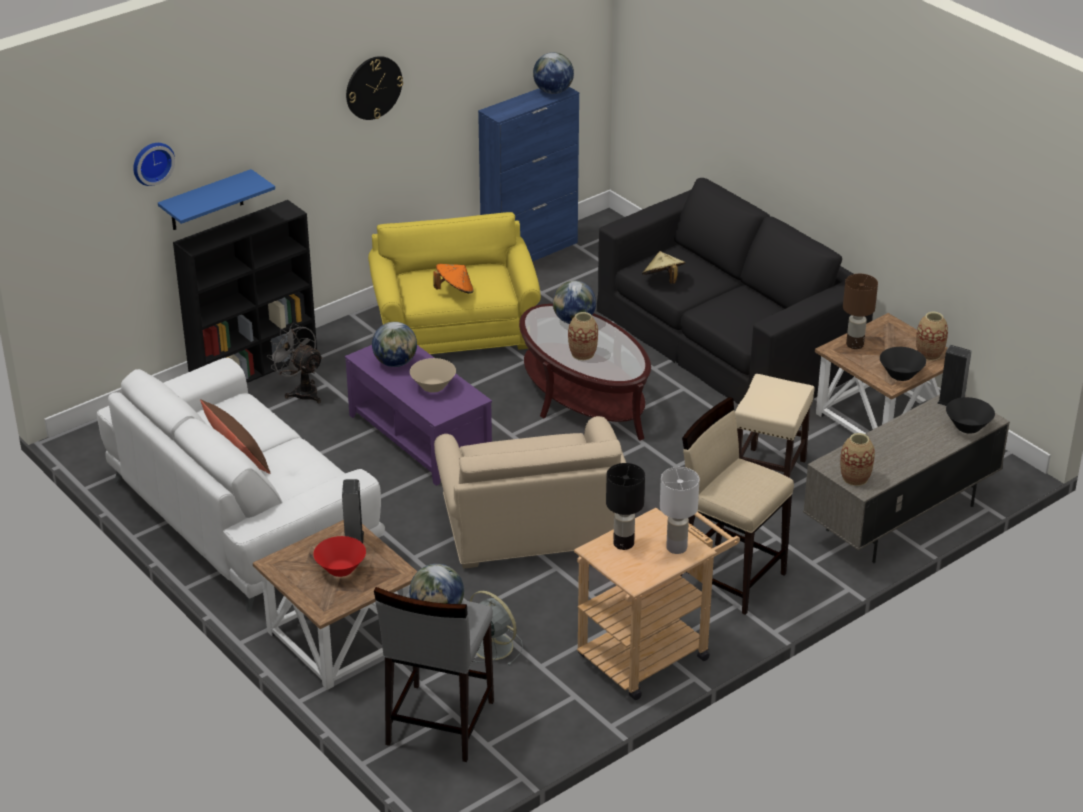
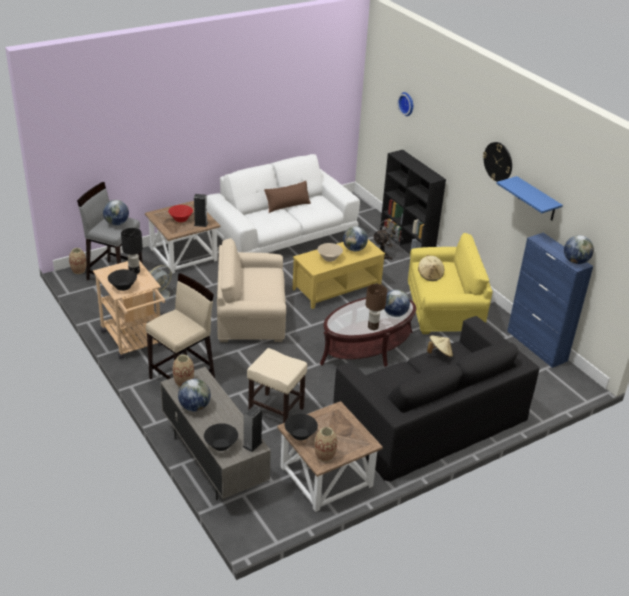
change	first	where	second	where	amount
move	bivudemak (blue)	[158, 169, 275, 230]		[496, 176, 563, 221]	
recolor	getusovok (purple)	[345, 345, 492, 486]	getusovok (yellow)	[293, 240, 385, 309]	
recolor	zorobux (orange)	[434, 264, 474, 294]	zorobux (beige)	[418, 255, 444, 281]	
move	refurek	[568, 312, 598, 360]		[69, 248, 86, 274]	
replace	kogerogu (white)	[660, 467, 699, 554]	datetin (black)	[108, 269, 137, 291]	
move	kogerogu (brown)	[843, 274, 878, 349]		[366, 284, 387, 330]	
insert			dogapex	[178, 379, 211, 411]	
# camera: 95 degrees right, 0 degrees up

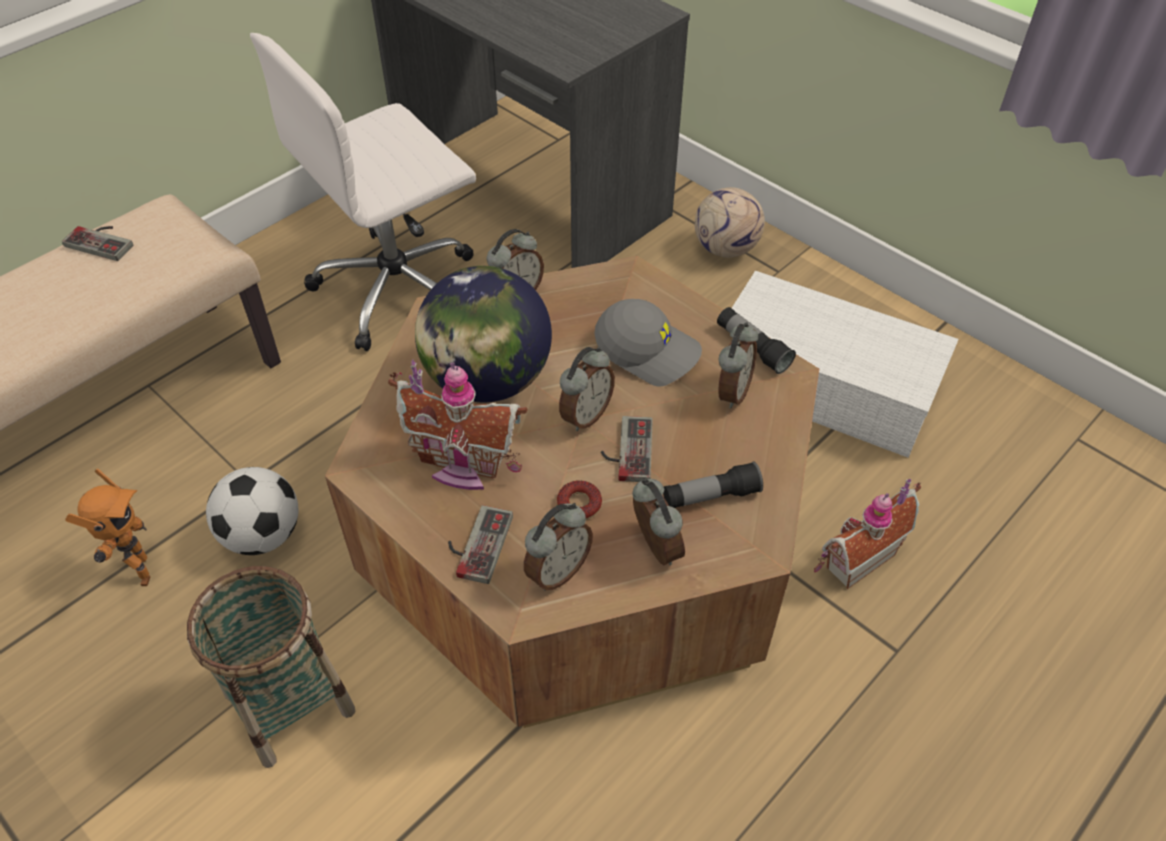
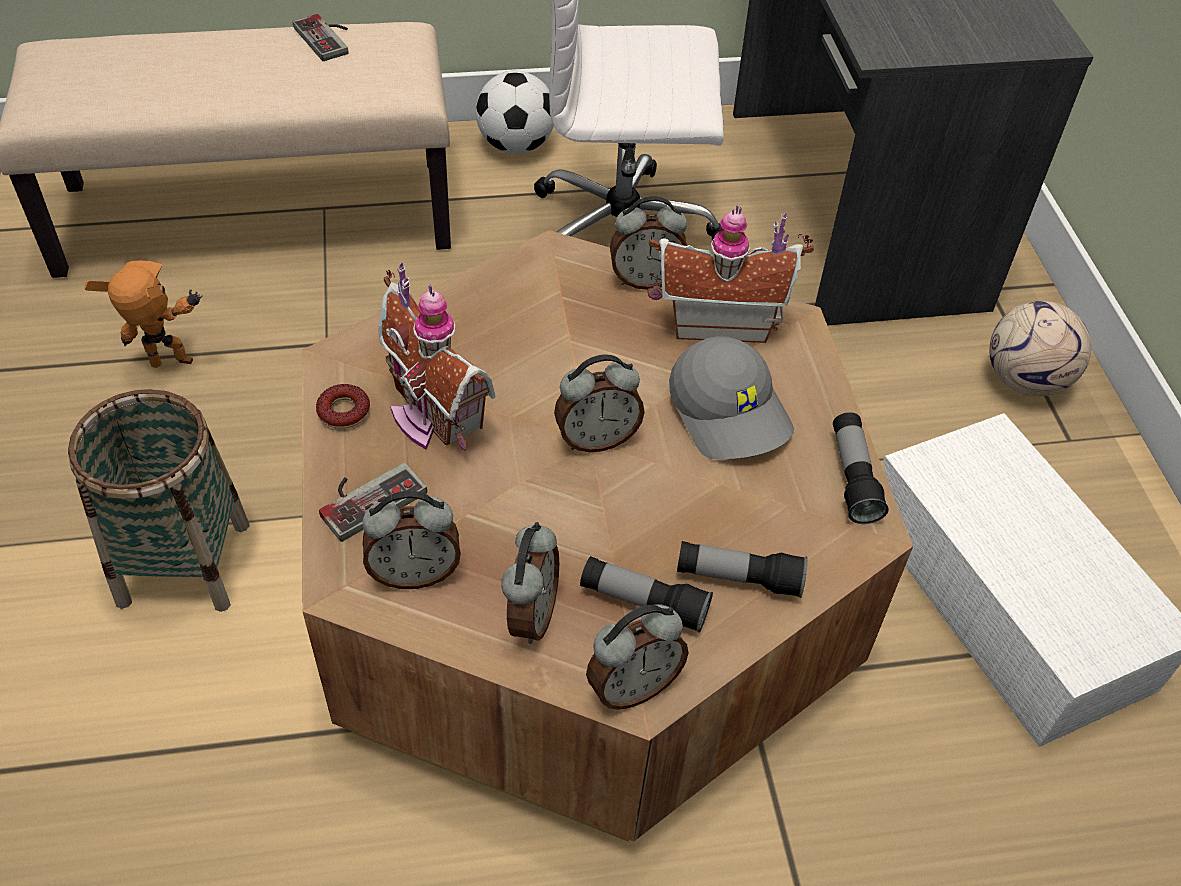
change	first	where	second	where	amount
rotate	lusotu	[65, 468, 150, 586]		[84, 261, 203, 368]	120 degrees counterclockwise
move	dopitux	[206, 467, 298, 555]		[476, 71, 554, 154]	
delete	dogapex	[415, 266, 552, 402]			
move	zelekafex	[557, 480, 602, 520]		[316, 384, 370, 429]	
delete	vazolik	[601, 416, 653, 482]			
move	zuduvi	[718, 322, 758, 408]		[586, 604, 689, 710]	
move	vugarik	[814, 479, 921, 589]		[647, 205, 814, 343]	
insert			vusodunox	[677, 541, 808, 598]	
# camera: 35 degrees right, 0 degrees up

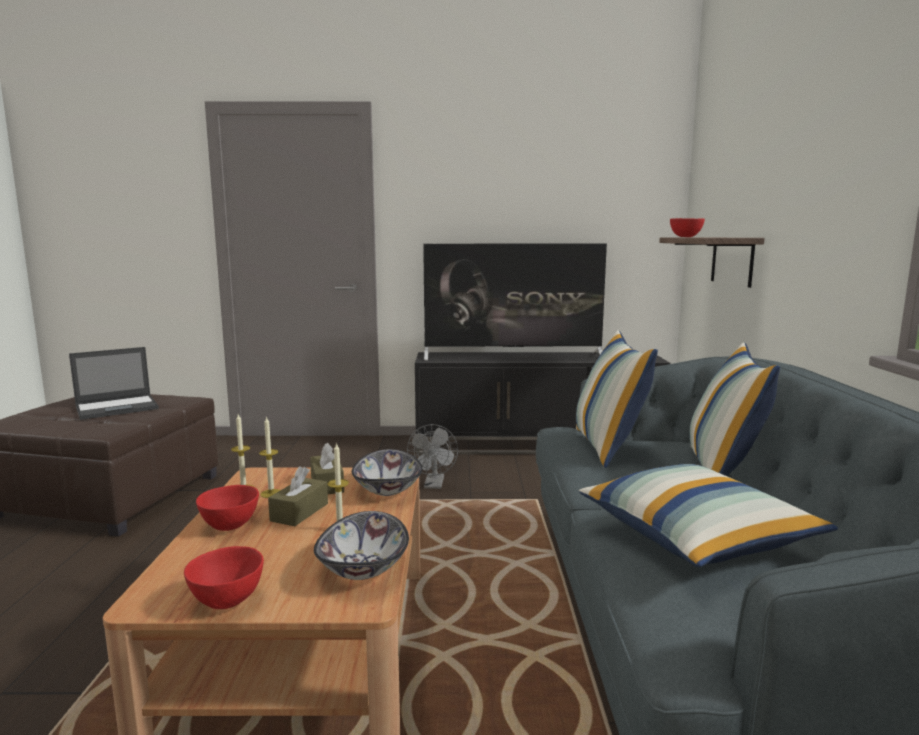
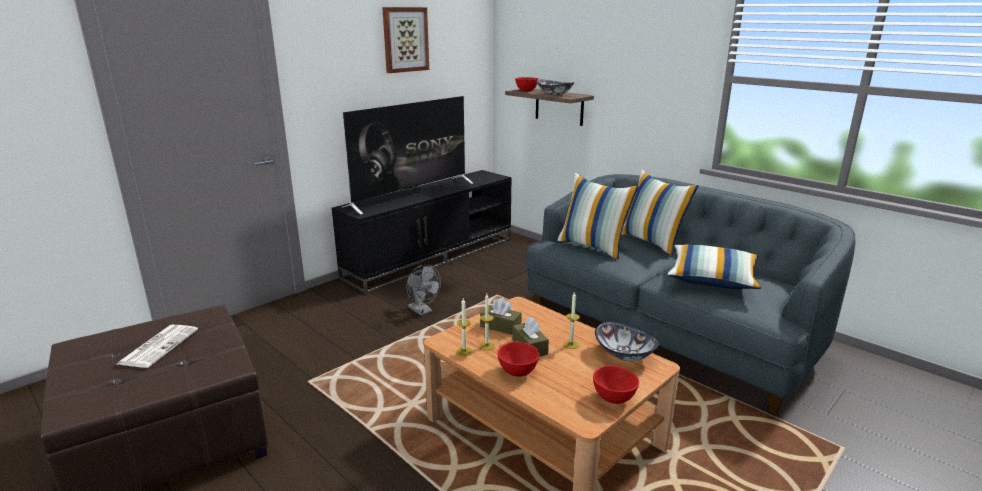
change	first	where	second	where	amount
replace	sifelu	[69, 347, 159, 420]	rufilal	[117, 325, 198, 368]	
move	datetin	[352, 449, 422, 496]		[536, 80, 575, 95]	
insert			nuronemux	[382, 7, 429, 73]	
# camera: 45 degrees left, 10 degrees up

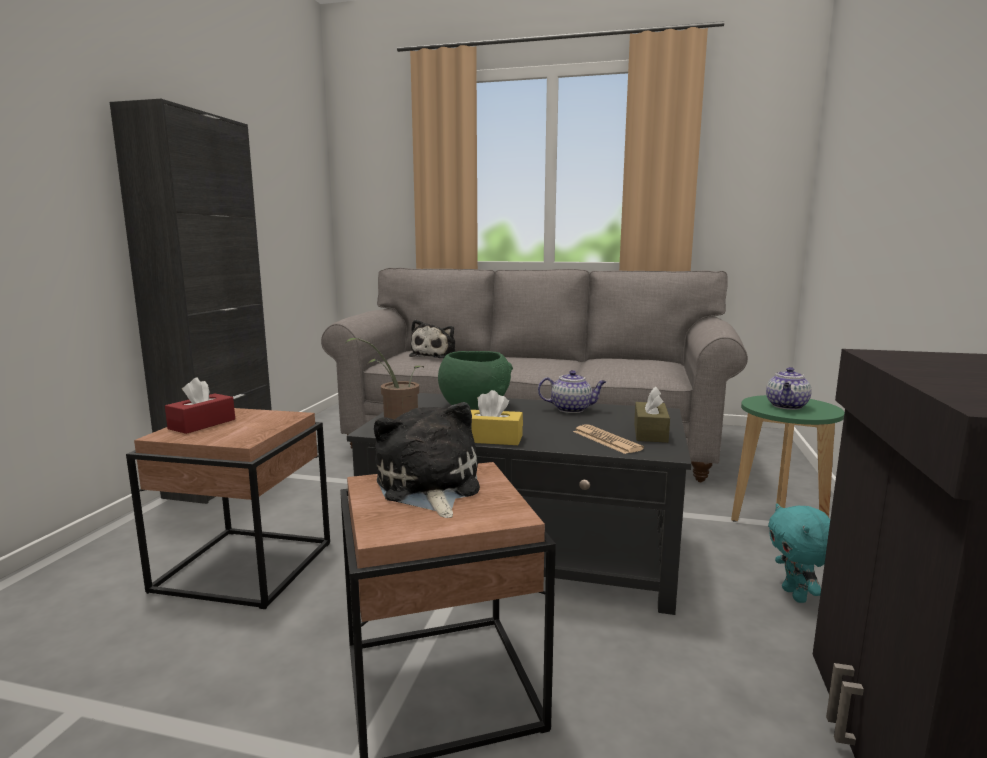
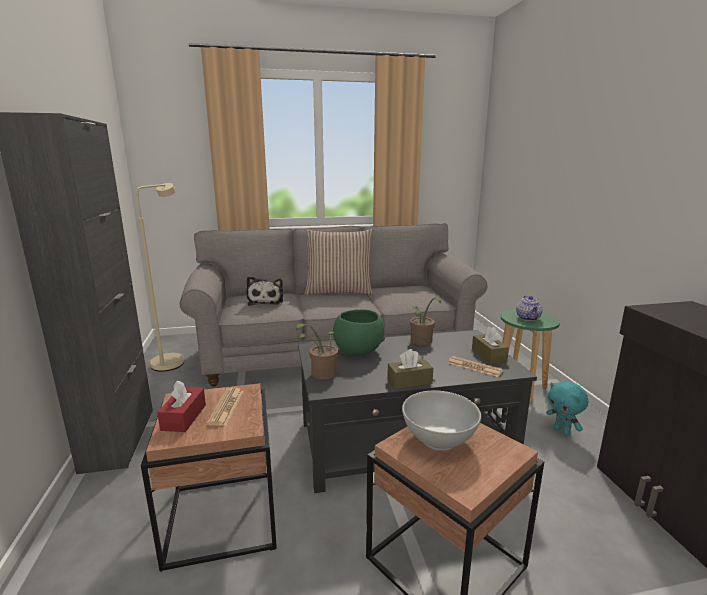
change	first	where	second	where	amount
replace	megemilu	[374, 402, 480, 518]	datetin (white)	[402, 390, 481, 451]	
recolor	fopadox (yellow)	[471, 390, 523, 445]	fopadox (brown)	[387, 349, 433, 389]	
replace	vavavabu	[538, 370, 606, 413]	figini	[410, 298, 442, 345]	
insert			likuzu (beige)	[136, 183, 184, 372]	
insert			rufilal	[207, 388, 244, 426]	
insert			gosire	[305, 229, 373, 295]	
# camera: 25 degrees left, 5 degrees up

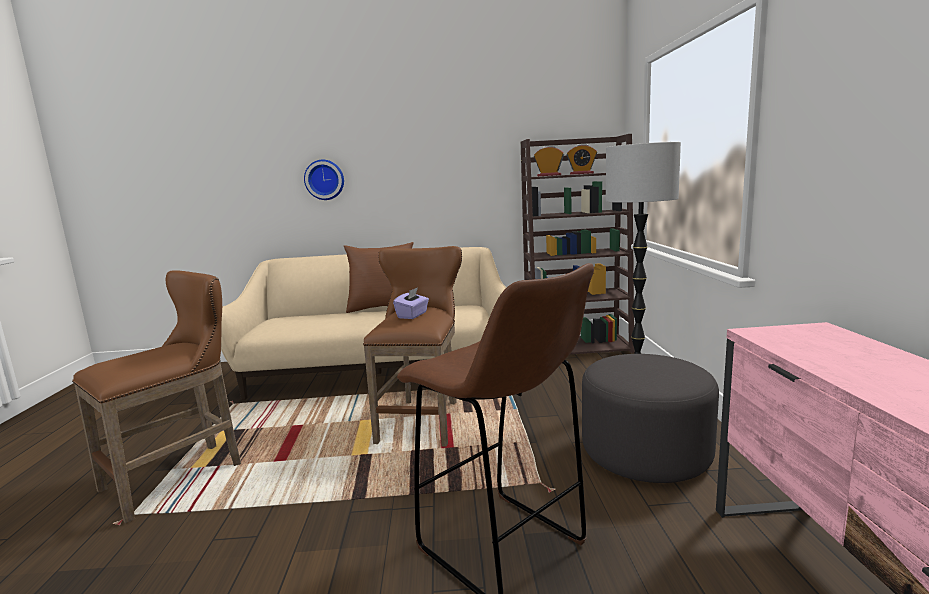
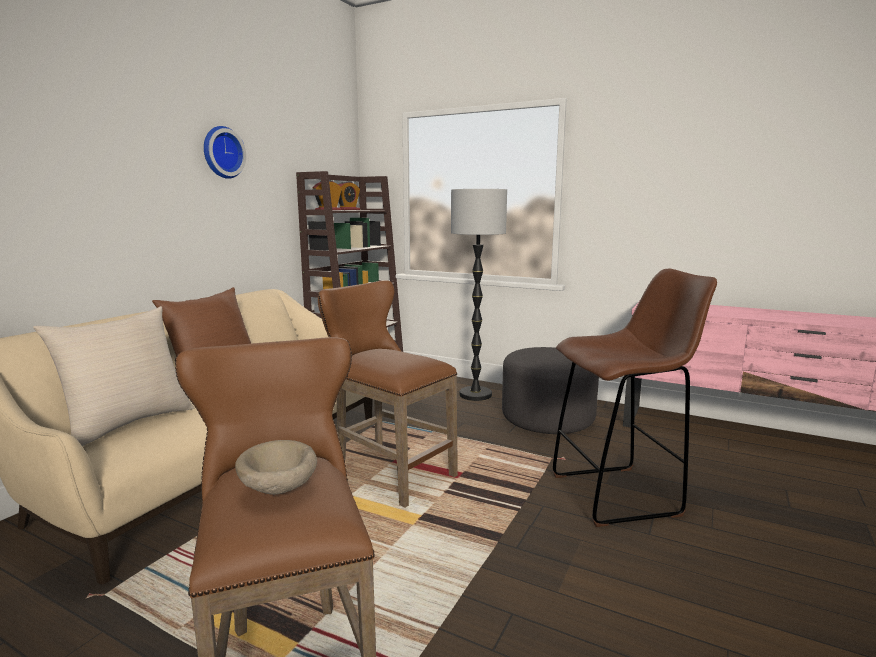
change	first	where	second	where	amount
move	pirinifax	[304, 160, 344, 200]		[204, 126, 246, 179]	
delete	fopadox (purple)	[393, 288, 429, 319]			
insert			gosire (beige)	[33, 306, 194, 446]	
insert			datetin (beige)	[235, 440, 317, 495]	
# camera: 60 degrees left, 0 degrees up

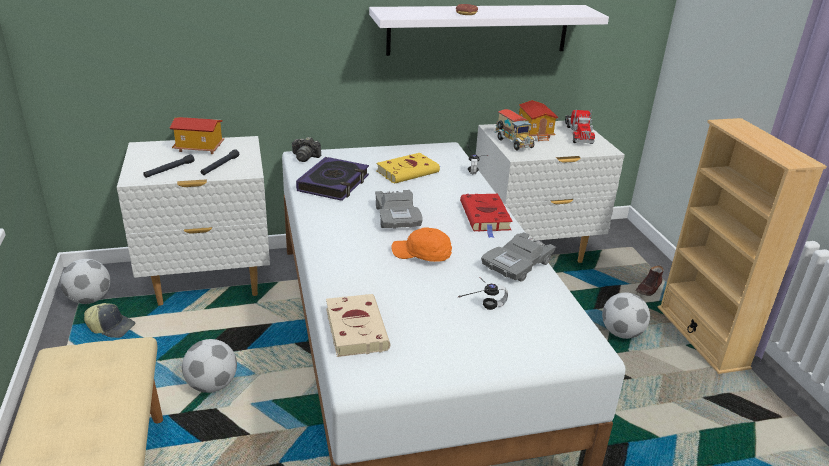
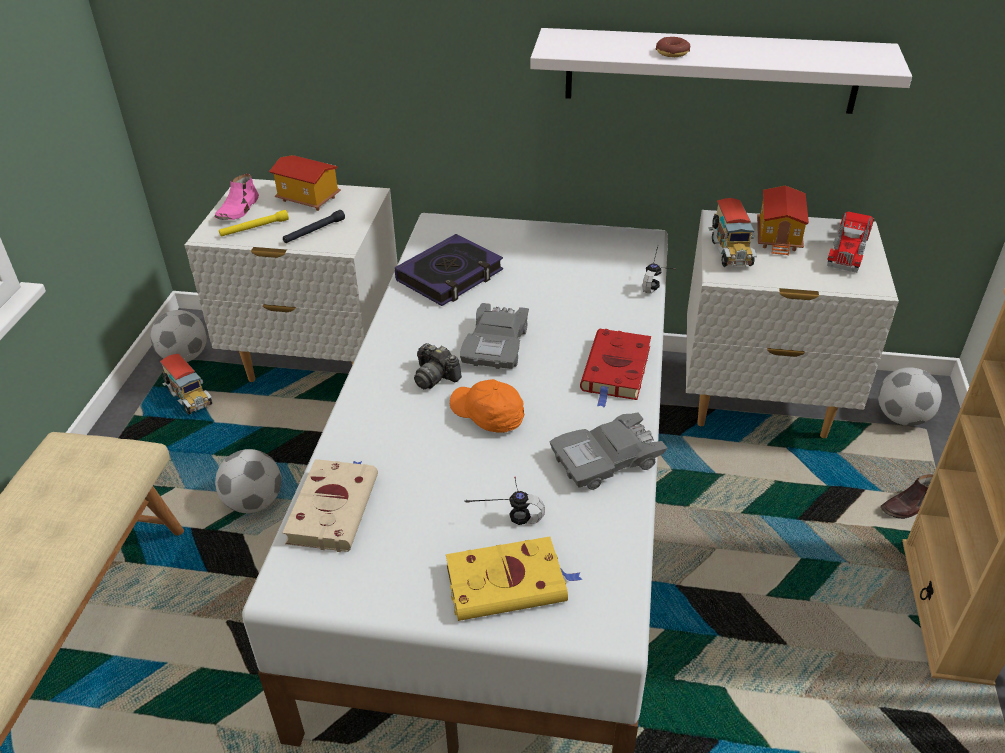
change	first	where	second	where	amount
replace	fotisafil	[84, 303, 135, 338]	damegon	[160, 354, 212, 415]	
recolor	vusodunox (black)	[143, 154, 194, 178]	vusodunox (yellow)	[219, 210, 289, 236]	
move	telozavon	[292, 137, 321, 162]		[414, 343, 462, 389]	
move	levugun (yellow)	[376, 153, 441, 184]		[446, 537, 583, 621]	
move	dopitux	[602, 292, 650, 339]		[878, 367, 942, 426]	
insert			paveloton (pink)	[214, 173, 259, 220]	
# camera: 25 degrees right, 10 degrees up

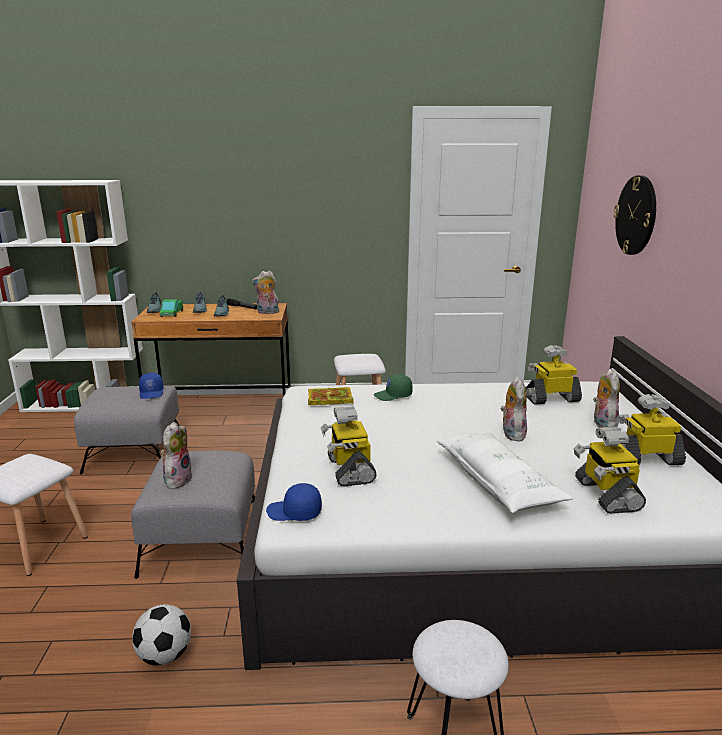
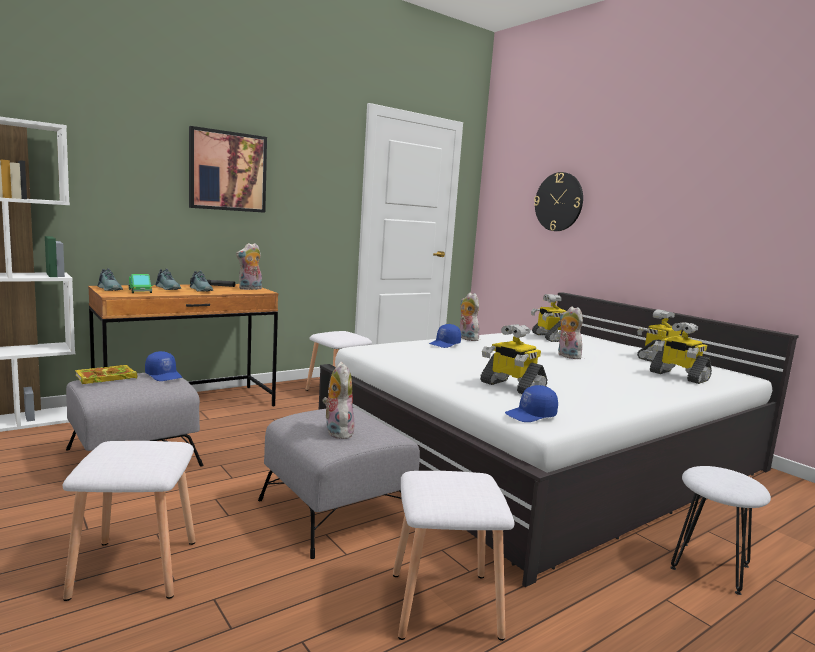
change	first	where	second	where	amount
replace	dopitux	[132, 604, 191, 666]	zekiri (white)	[393, 471, 515, 641]	
move	levugun	[308, 387, 354, 405]		[75, 365, 137, 384]	
recolor	fotisafil (green)	[374, 374, 413, 401]	fotisafil (blue)	[429, 324, 461, 348]	
delete	gosire (white)	[437, 431, 573, 513]			
rotate	lusotu	[526, 345, 582, 405]		[531, 294, 566, 342]	60 degrees counterclockwise
move	megemilu	[593, 369, 620, 428]		[460, 293, 480, 341]	
insert			nuronemux	[189, 126, 267, 213]	
# camera: 35 degrees left, 10 degrees down

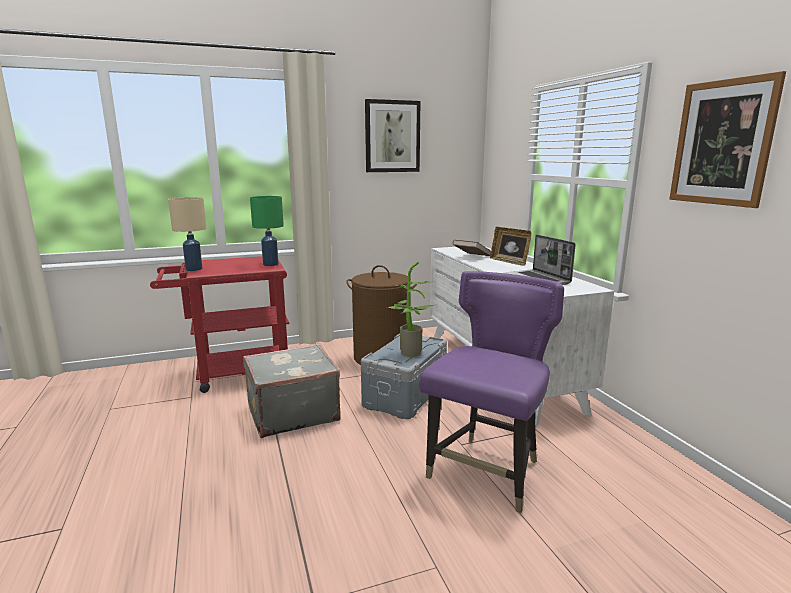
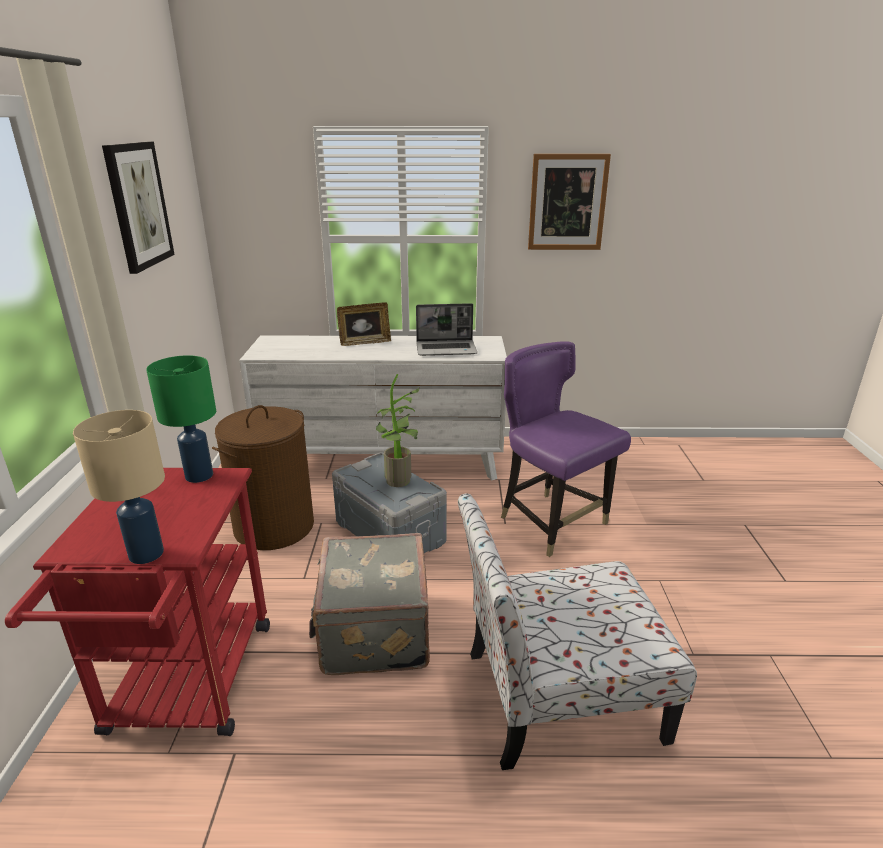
change	first	where	second	where	amount
delete	levugun (brown)	[453, 240, 491, 256]			
insert			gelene	[458, 493, 697, 770]	
# camera: 70 degrees left, 10 degrees up

